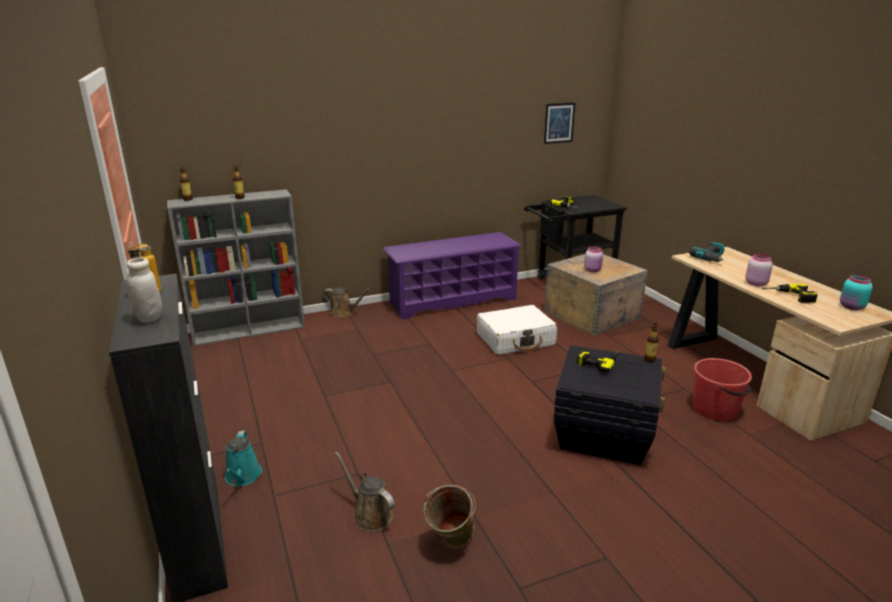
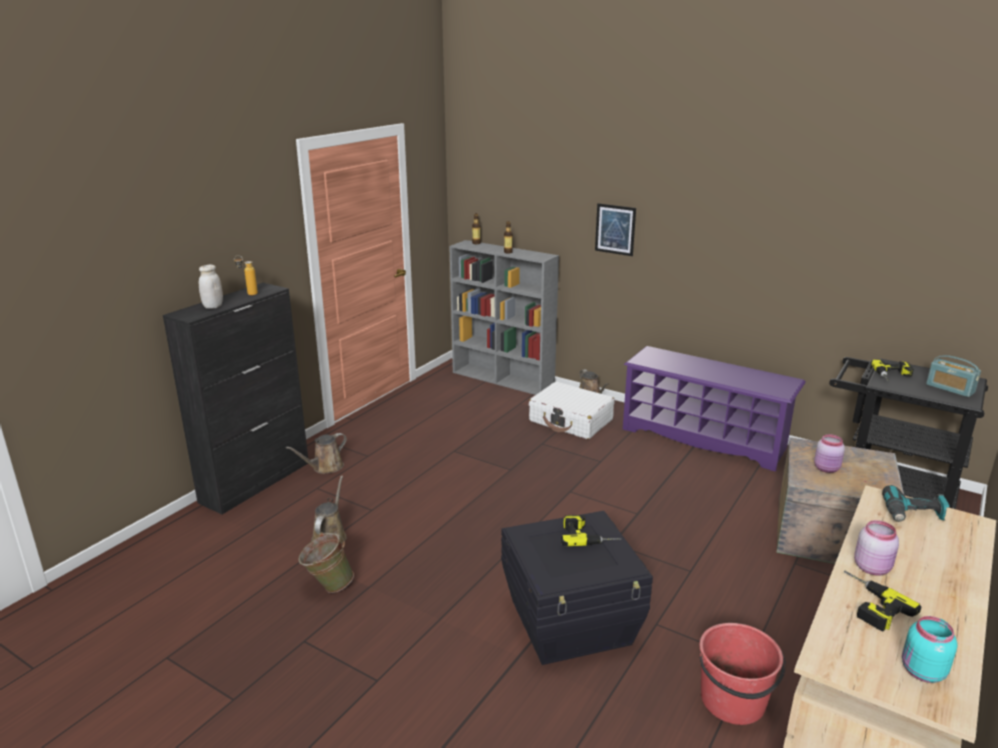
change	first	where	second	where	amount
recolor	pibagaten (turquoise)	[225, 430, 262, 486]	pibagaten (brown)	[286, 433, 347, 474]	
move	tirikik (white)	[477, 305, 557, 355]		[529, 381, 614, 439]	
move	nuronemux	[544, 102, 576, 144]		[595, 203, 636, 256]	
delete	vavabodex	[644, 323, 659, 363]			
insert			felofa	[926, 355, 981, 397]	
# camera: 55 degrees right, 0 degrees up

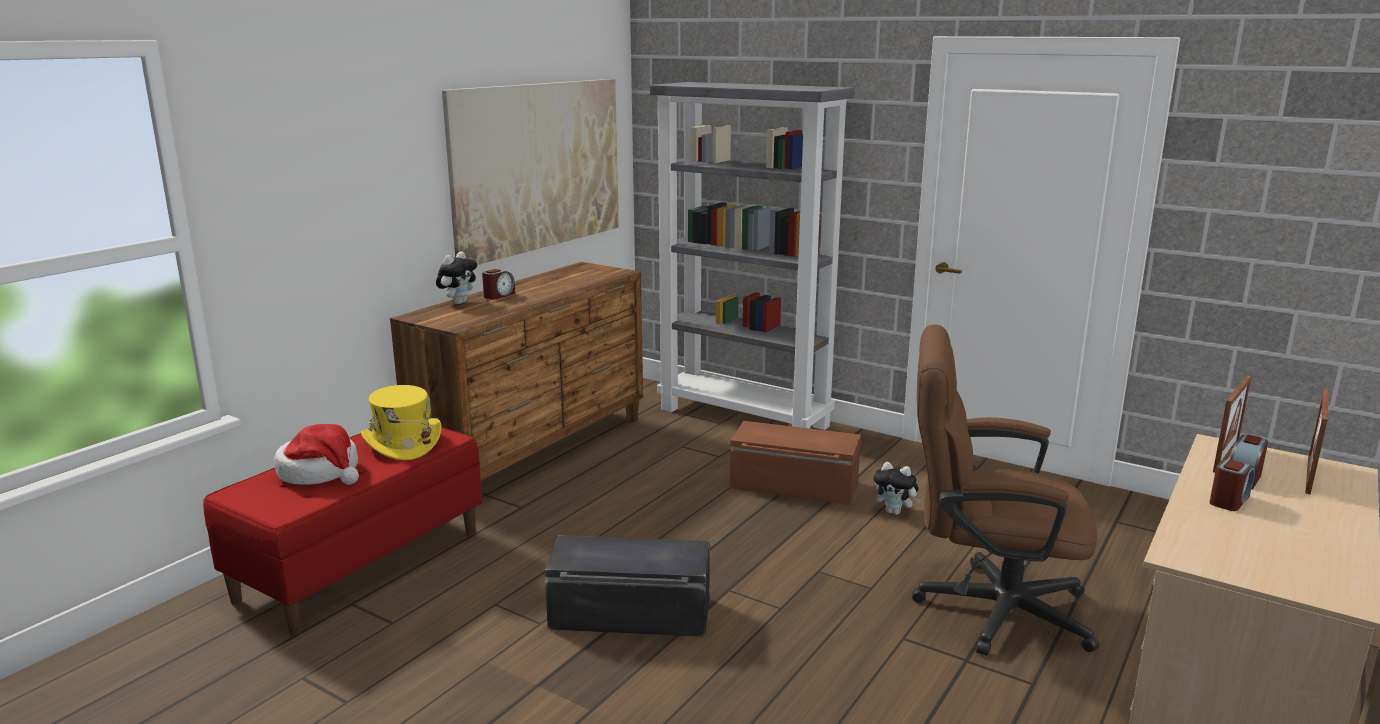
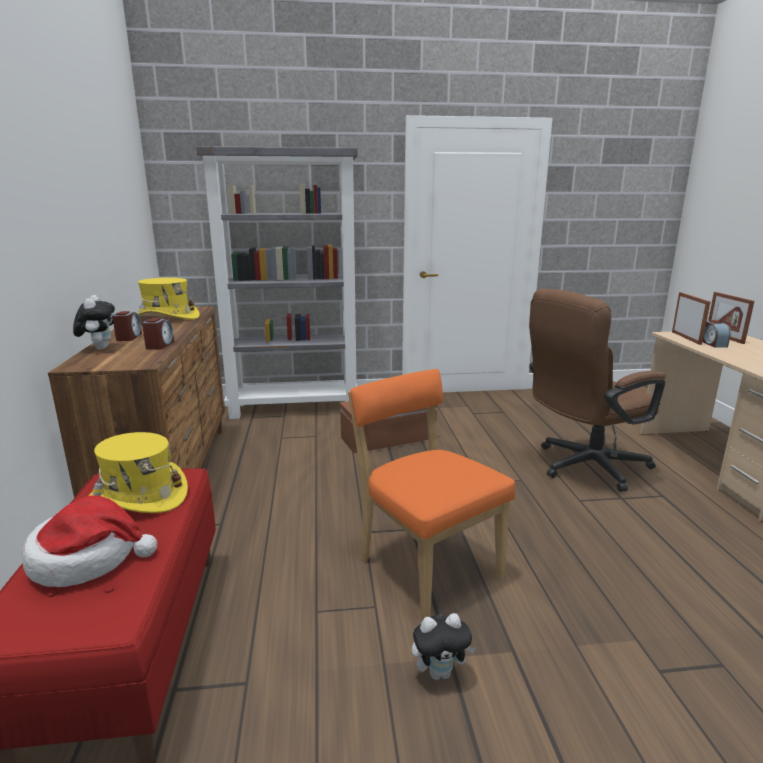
change	first	where	second	where	amount
delete	nuronemux	[442, 79, 619, 265]			
replace	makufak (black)	[545, 535, 710, 637]	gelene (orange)	[348, 369, 515, 619]	
move	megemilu	[873, 462, 921, 515]		[412, 613, 476, 680]	
move	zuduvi	[1210, 459, 1255, 511]		[142, 318, 174, 350]	
insert			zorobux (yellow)	[137, 278, 200, 319]	
# camera: 40 degrees left, 0 degrees up

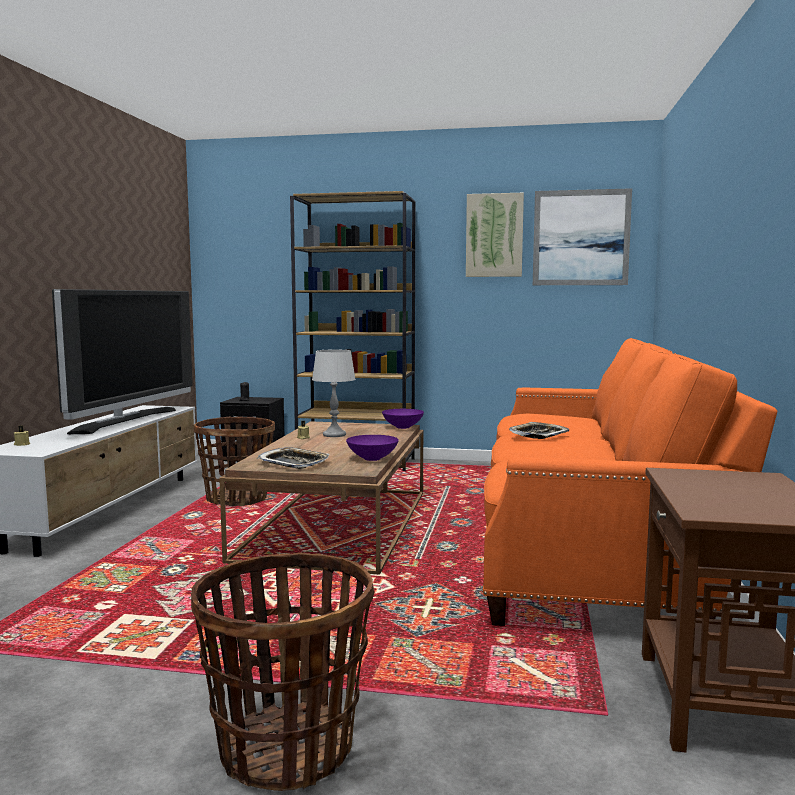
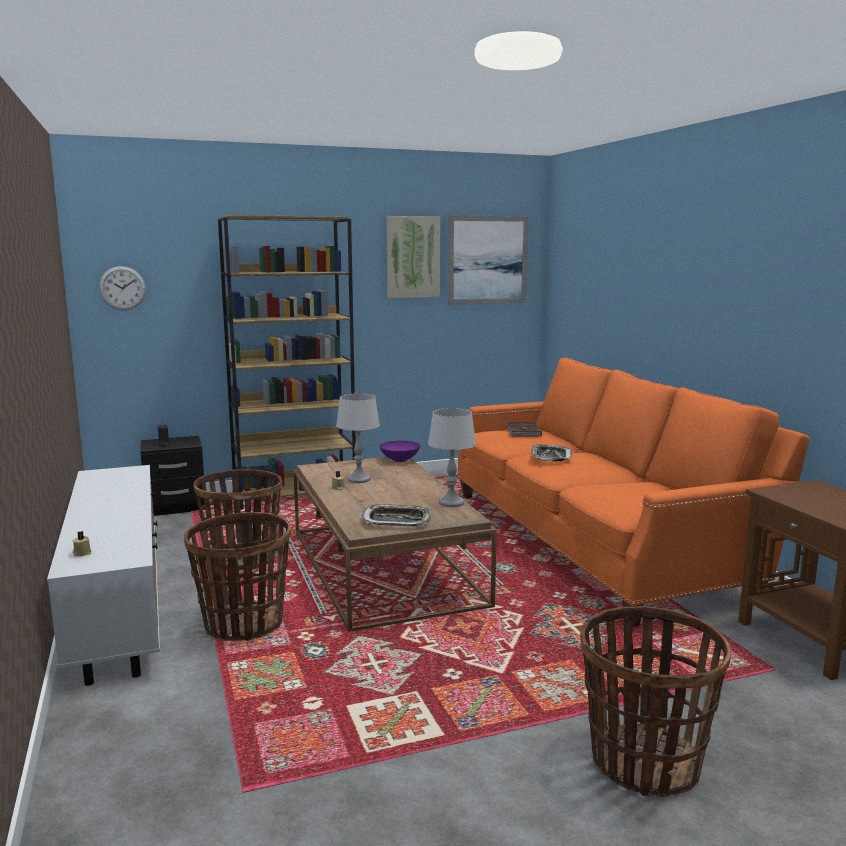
change	first	where	second	where	amount
delete	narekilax	[52, 289, 193, 434]			
replace	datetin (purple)	[346, 435, 399, 461]	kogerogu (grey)	[428, 408, 476, 507]	
insert			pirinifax	[99, 266, 146, 310]	
insert			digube	[184, 512, 291, 641]	
insert			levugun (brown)	[506, 422, 542, 437]	
# camera: 30 degrees left, 5 degrees up

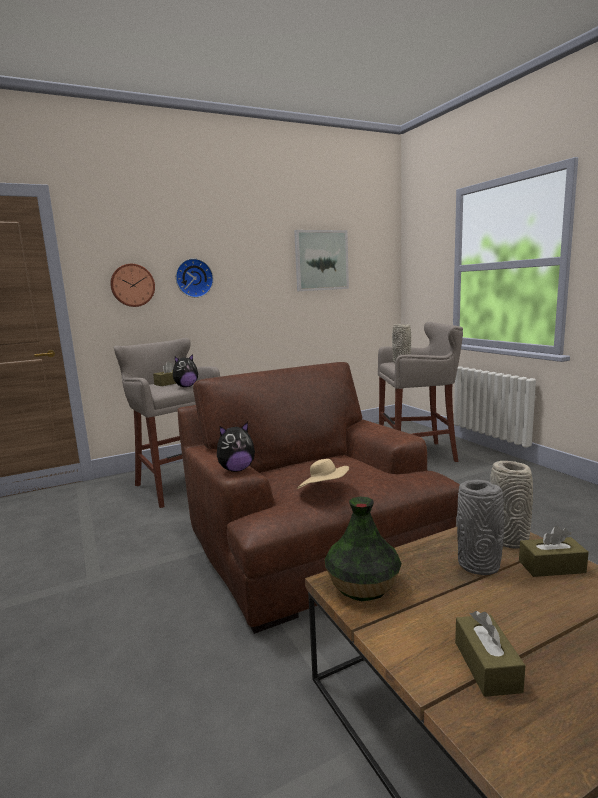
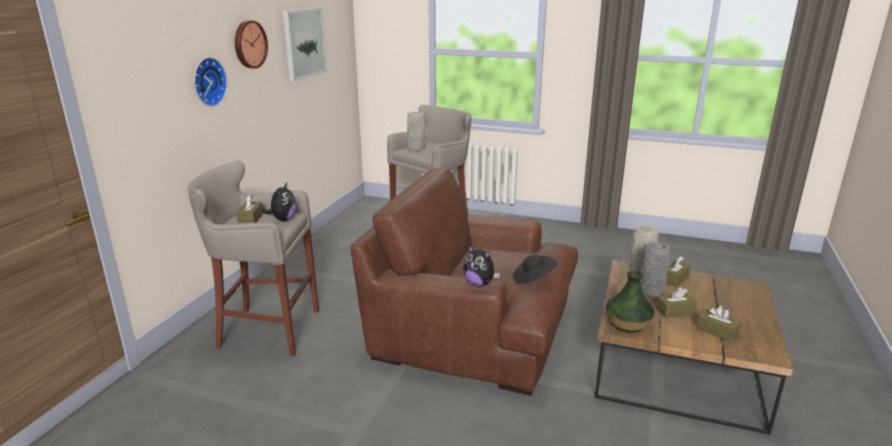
change	first	where	second	where	amount
move	pirinifax	[110, 264, 155, 307]		[235, 20, 268, 68]	
rotate	megemilu	[217, 422, 255, 472]		[463, 245, 500, 286]	105 degrees clockwise
recolor	zorobux (beige)	[297, 459, 349, 489]	zorobux (black)	[513, 254, 557, 284]	
insert			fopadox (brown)	[656, 287, 697, 318]	
# camera: 45 degrees left, 10 degrees up

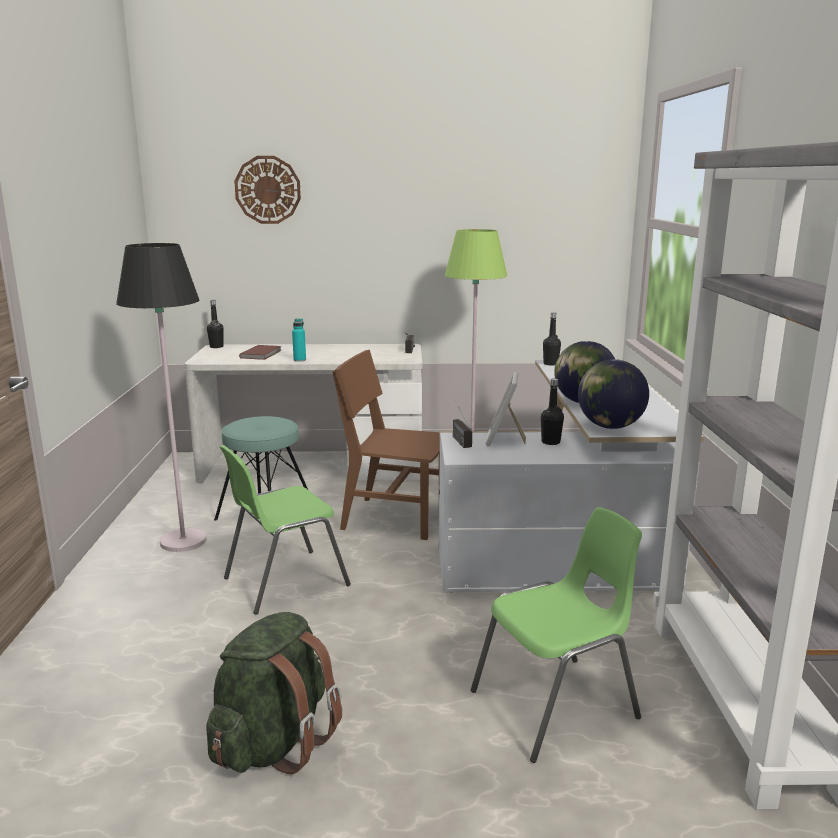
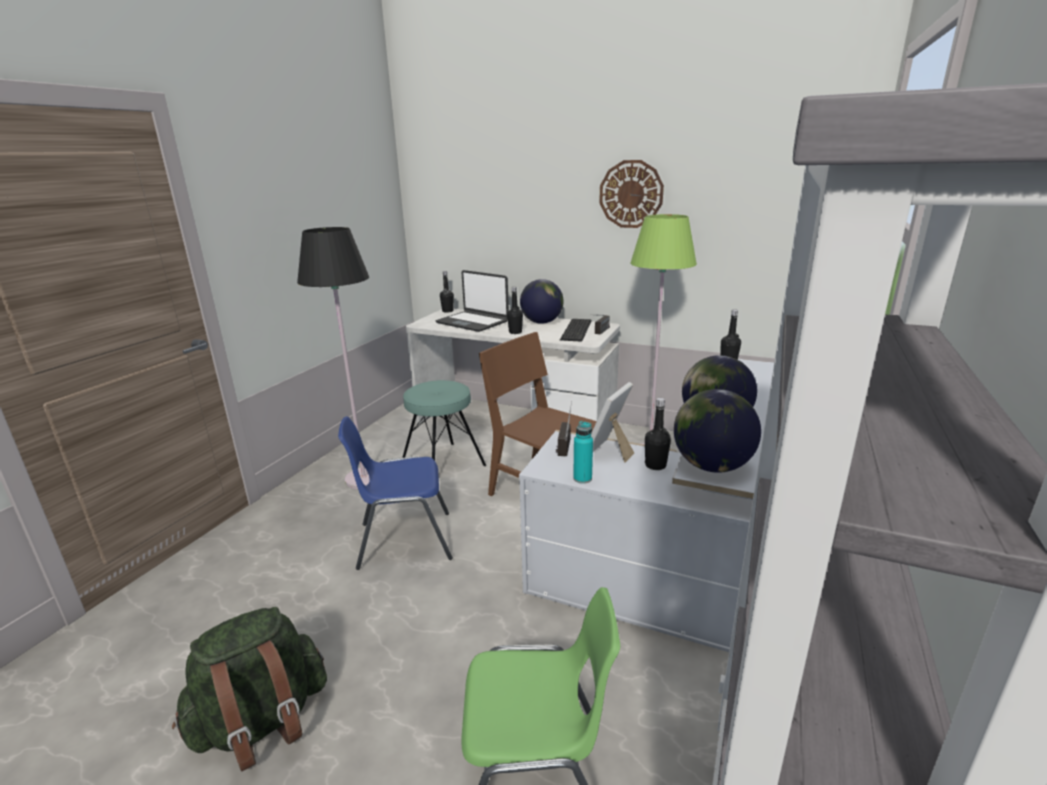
change	first	where	second	where	amount
recolor	gelene (green)	[220, 445, 351, 614]	gelene (blue)	[338, 416, 453, 570]	
move	pirinifax	[234, 156, 301, 224]		[599, 160, 664, 228]	
replace	levugun (brown)	[239, 345, 282, 360]	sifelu	[436, 270, 509, 332]	
move	vavabodex (turquoise)	[292, 318, 306, 362]		[573, 421, 593, 484]	
insert			vavabodex (black)	[507, 287, 523, 334]	
insert			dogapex	[520, 279, 564, 324]	
insert			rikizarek	[560, 319, 592, 342]	
# camera: 25 degrees right, 5 degrees up

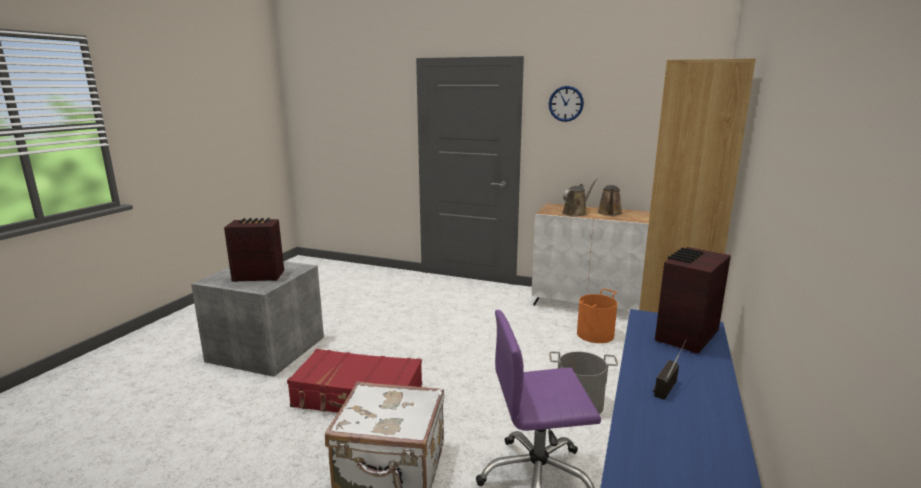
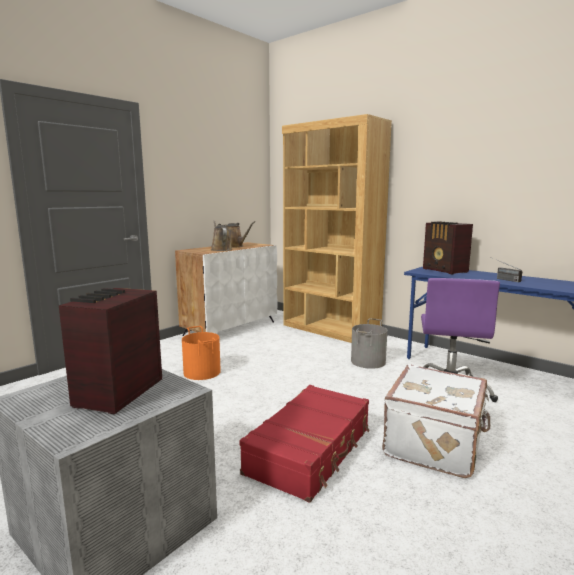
change	first	where	second	where	amount
delete	pirinifax	[549, 86, 584, 122]			
move	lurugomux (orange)	[577, 288, 617, 343]		[182, 326, 221, 380]	
# camera: 70 degrees left, 5 degrees down

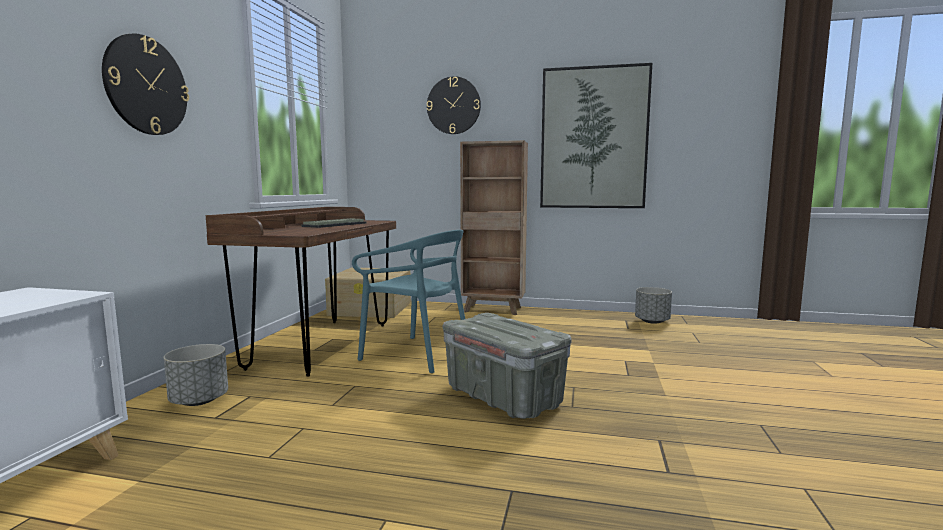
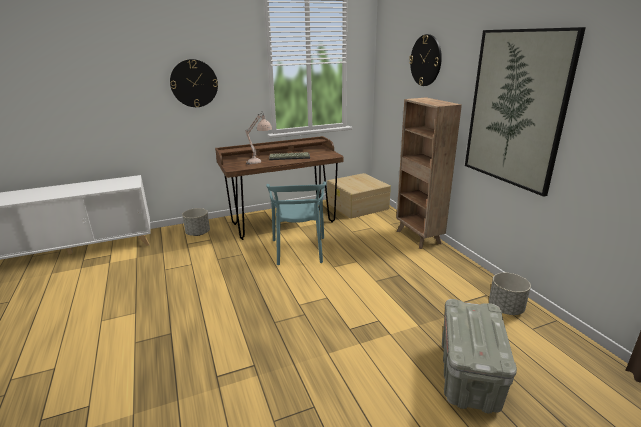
change	first	where	second	where	amount
move	makufak (grey)	[443, 313, 572, 419]		[442, 299, 517, 413]	
insert			kogerogu (beige)	[245, 112, 272, 165]	
# camera: 55 degrees right, 15 degrees up

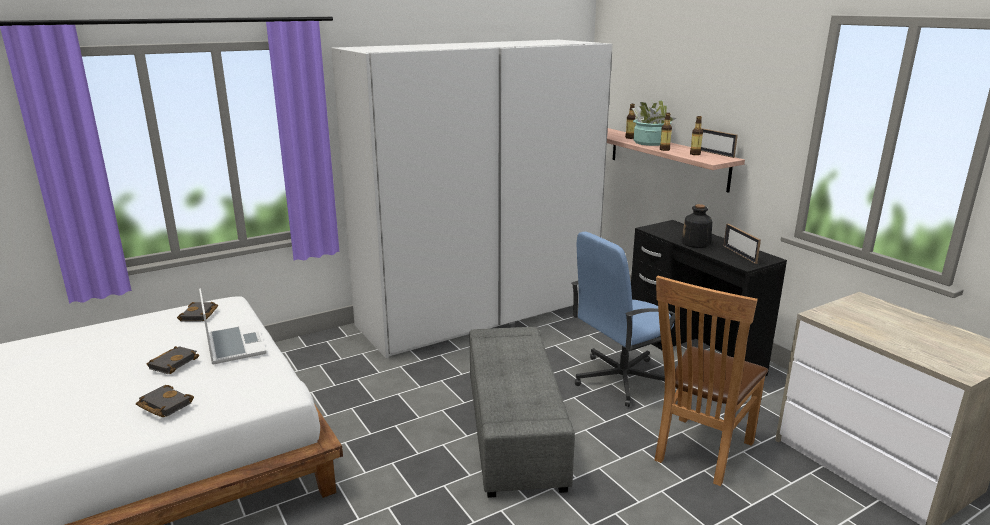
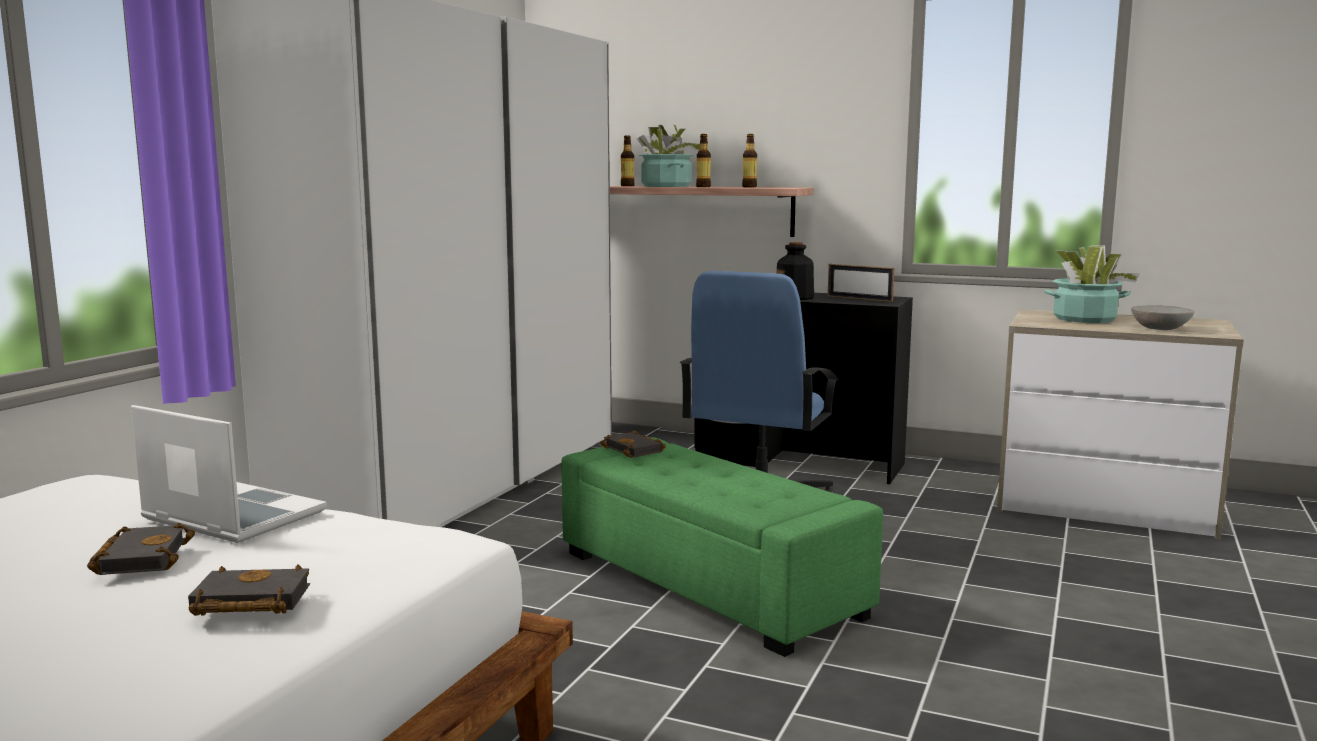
change	first	where	second	where	amount
move	levugun (black)	[177, 302, 218, 321]		[600, 430, 666, 458]	
recolor	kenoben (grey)	[470, 327, 575, 498]	kenoben (green)	[561, 437, 883, 657]	
delete	gelene (brown)	[654, 276, 768, 486]			
delete	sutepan	[701, 128, 738, 158]			
insert			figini	[1044, 245, 1140, 323]	
insert			datetin (grey)	[1131, 305, 1195, 330]	
# camera: 35 degrees left, 10 degrees down

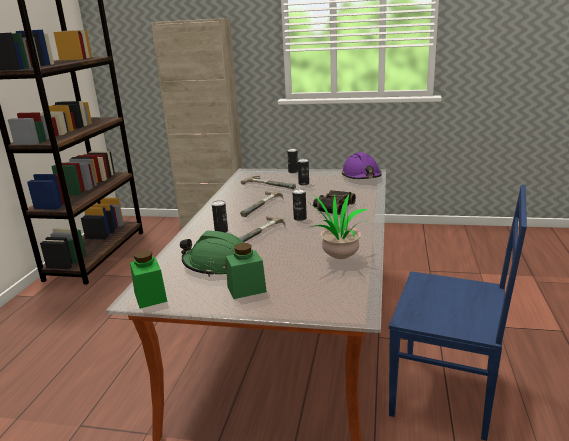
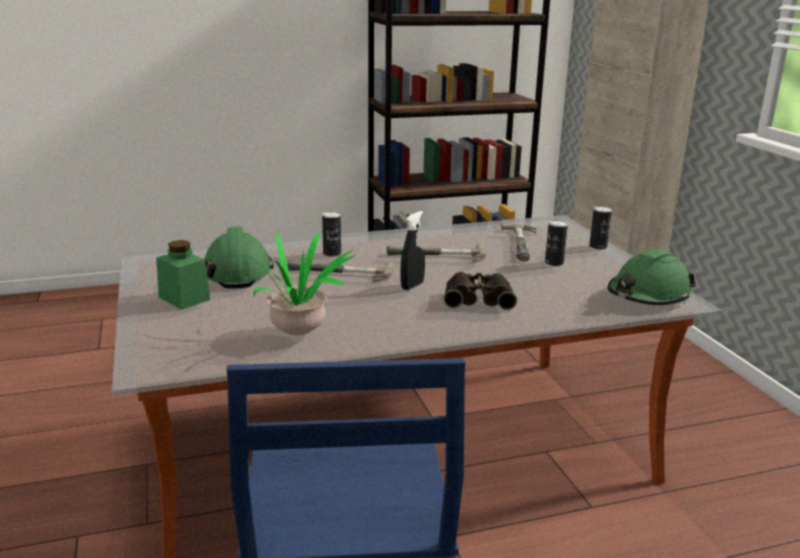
change	first	where	second	where	amount
delete	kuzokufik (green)	[130, 250, 167, 309]			
replace	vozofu	[293, 189, 307, 221]	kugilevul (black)	[401, 211, 425, 290]	
recolor	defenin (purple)	[342, 152, 382, 179]	defenin (green)	[607, 249, 695, 305]	
# camera: 60 degrees right, 0 degrees up

